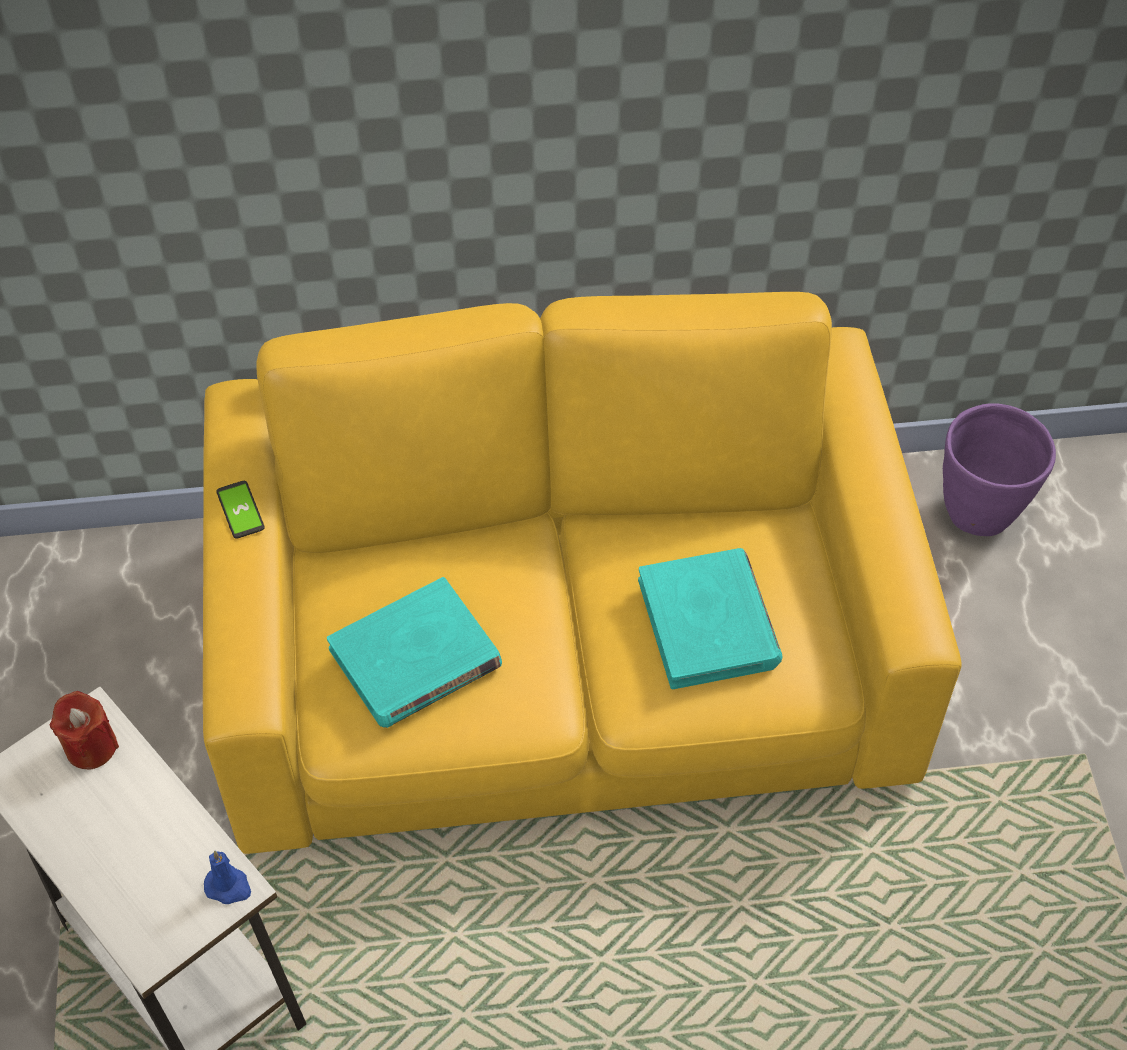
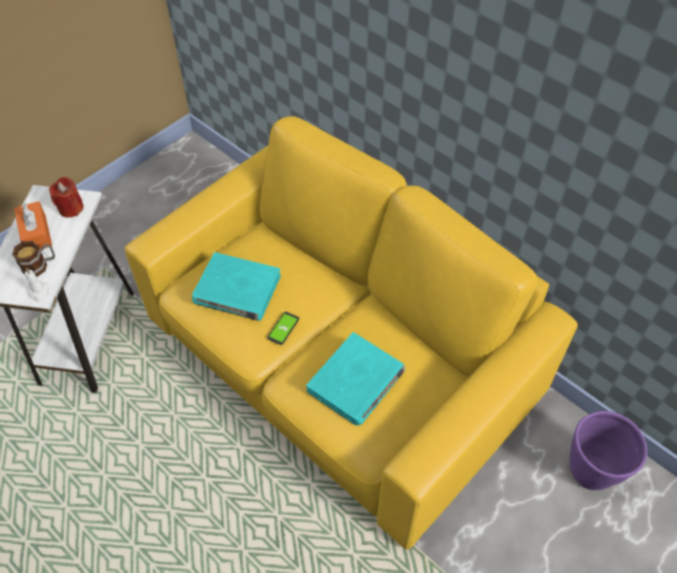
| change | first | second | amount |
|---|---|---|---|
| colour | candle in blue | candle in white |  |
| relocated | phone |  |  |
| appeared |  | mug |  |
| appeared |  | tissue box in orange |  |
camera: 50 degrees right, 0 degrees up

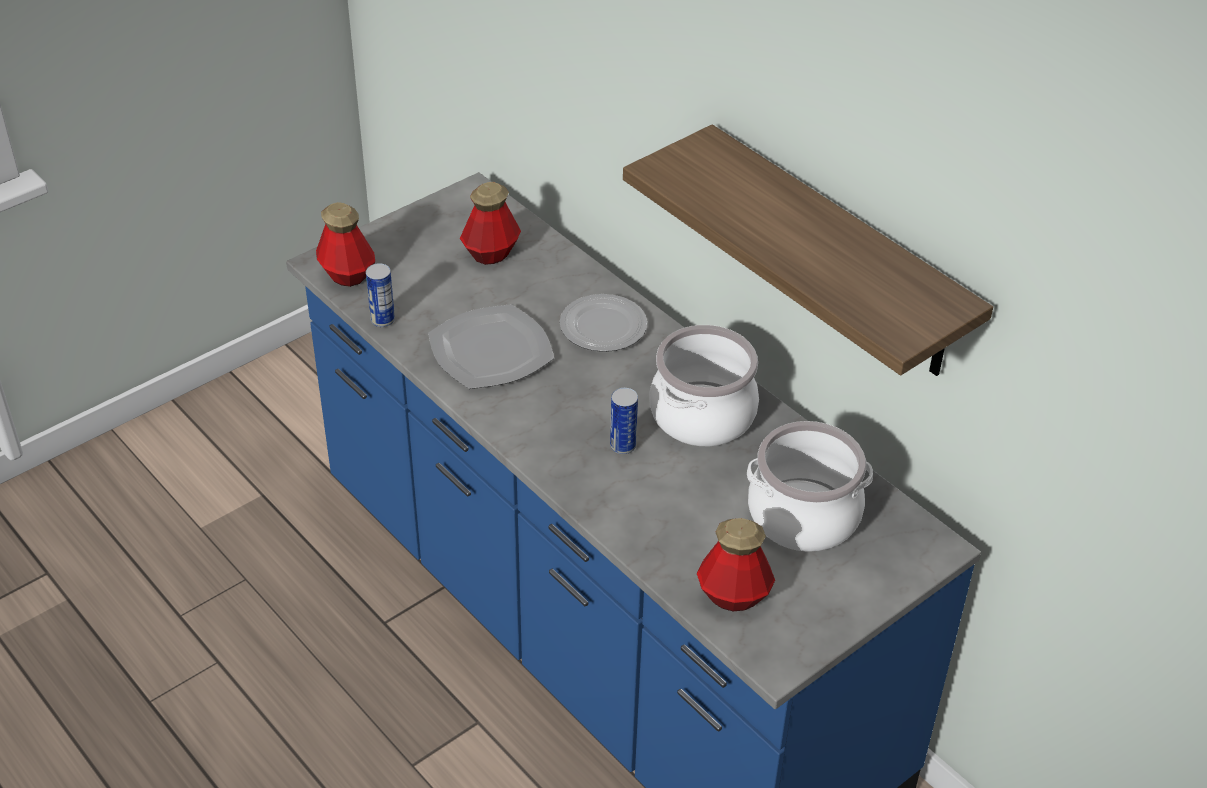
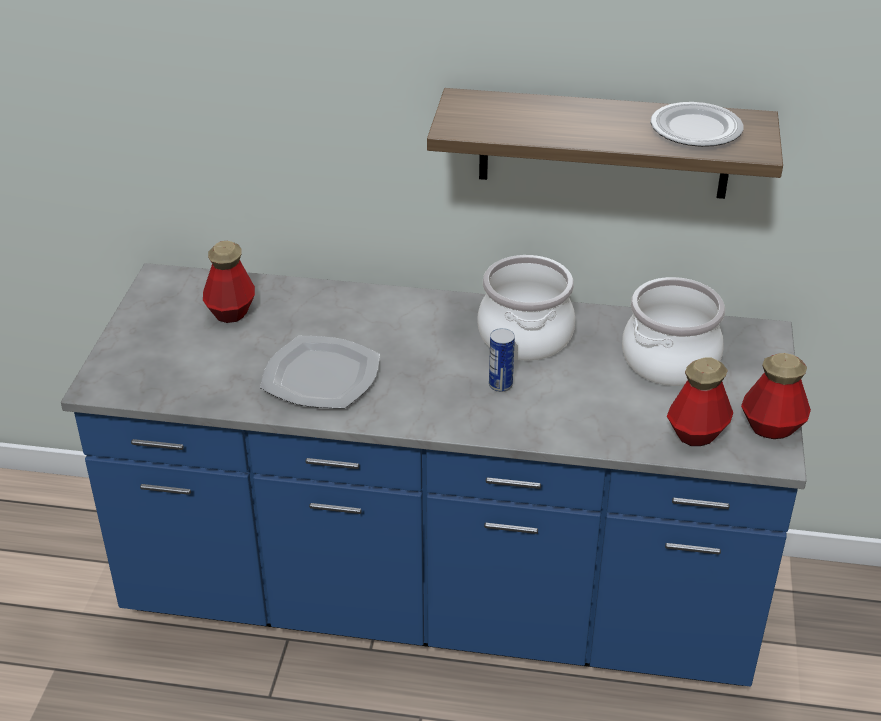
| change | first | second | amount |
|---|---|---|---|
| relocated | bottle (no. 1 from left in the first image) | bottle (no. 3 from left) |  |
| missing | can (no. 1 from left) |  |  |
| relocated | plate (no. 2 from left) |  |  |
camera: 40 degrees left, 5 degrees down

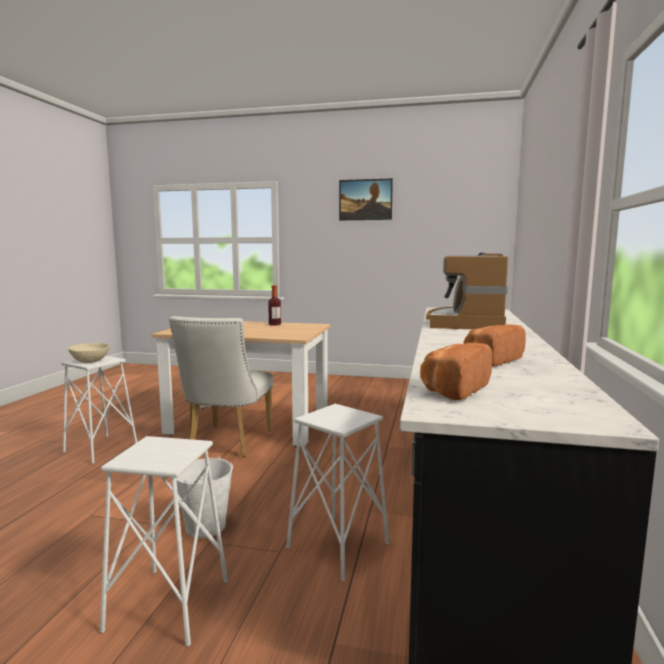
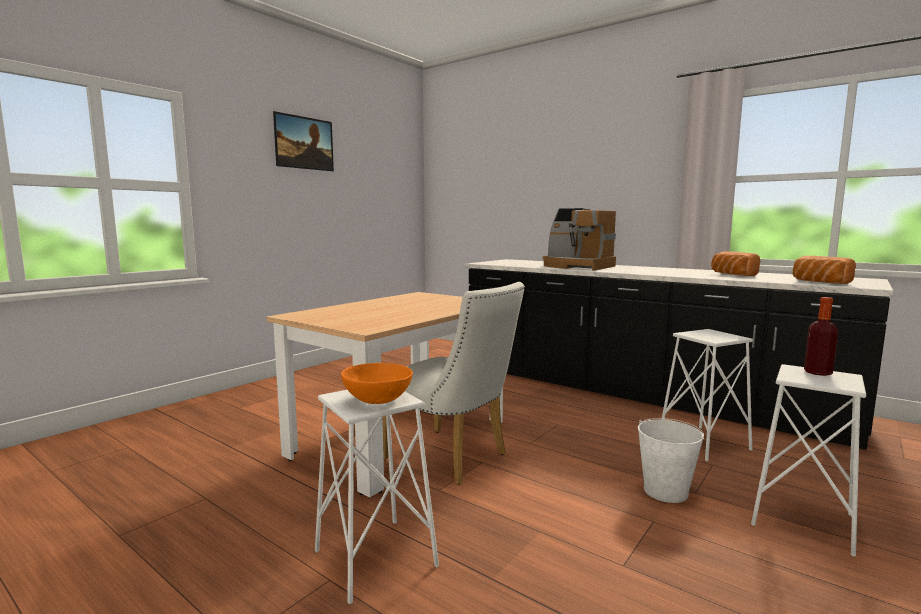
| change | first | second | amount |
|---|---|---|---|
| colour | bowl in beige | bowl in orange |  |
| relocated | bottle |  |  |
camera: 65 degrees left, 0 degrees up

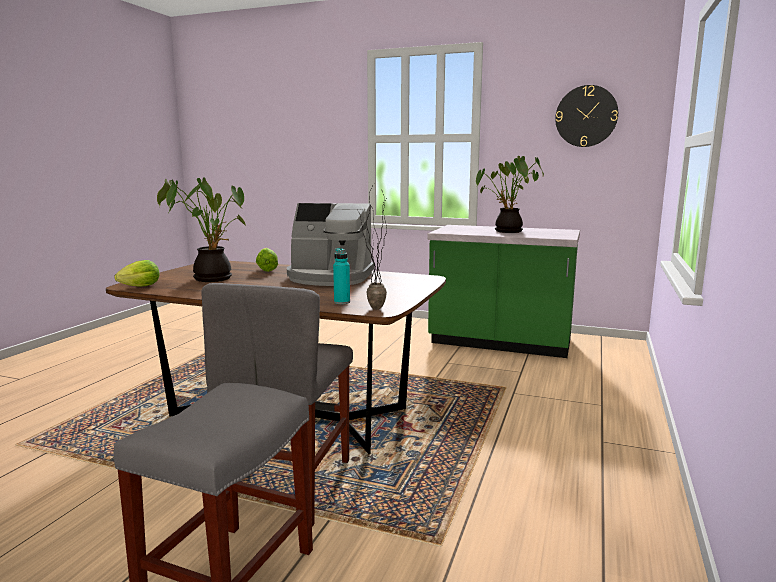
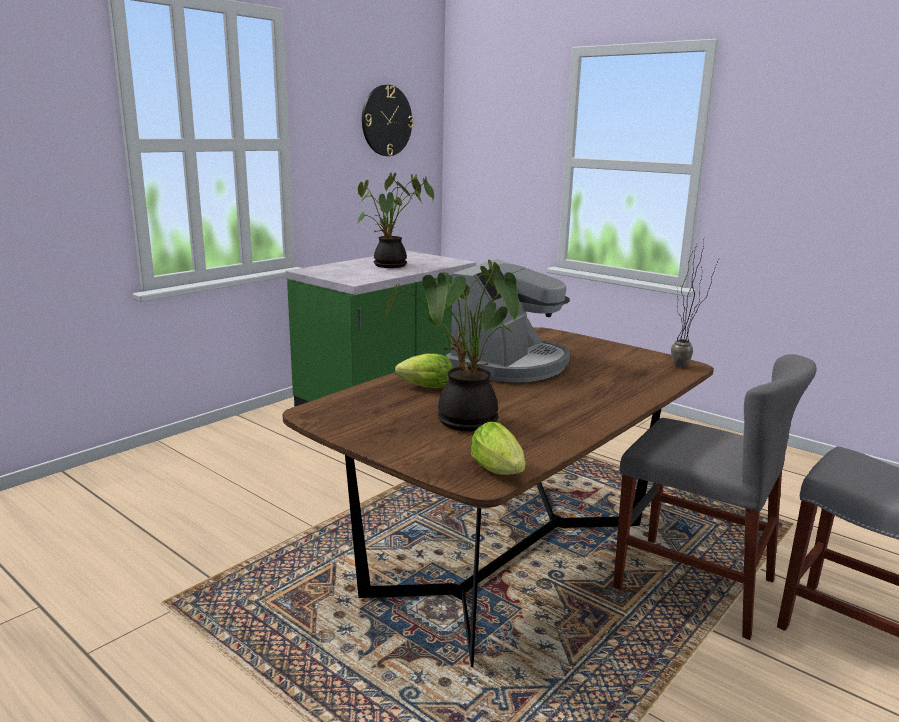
| change | first | second | amount |
|---|---|---|---|
| missing | bottle in turquoise |  |  |
camera: 70 degrees left, 5 degrees up

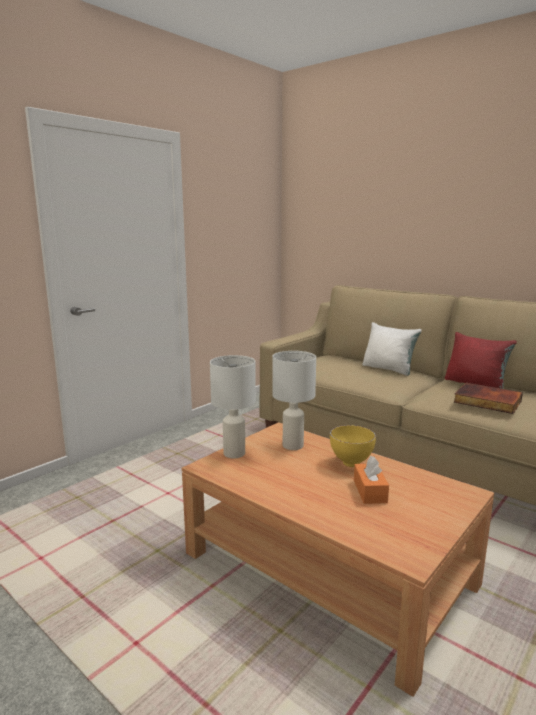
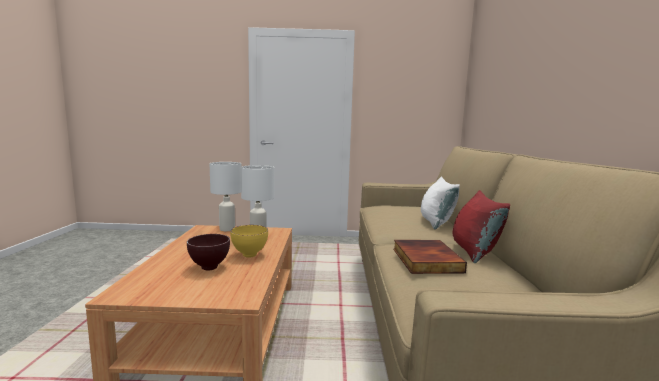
| change | first | second | amount |
|---|---|---|---|
| exchanged | tissue box in orange | bowl in brown |  |
camera: 50 degrees right, 5 degrees down

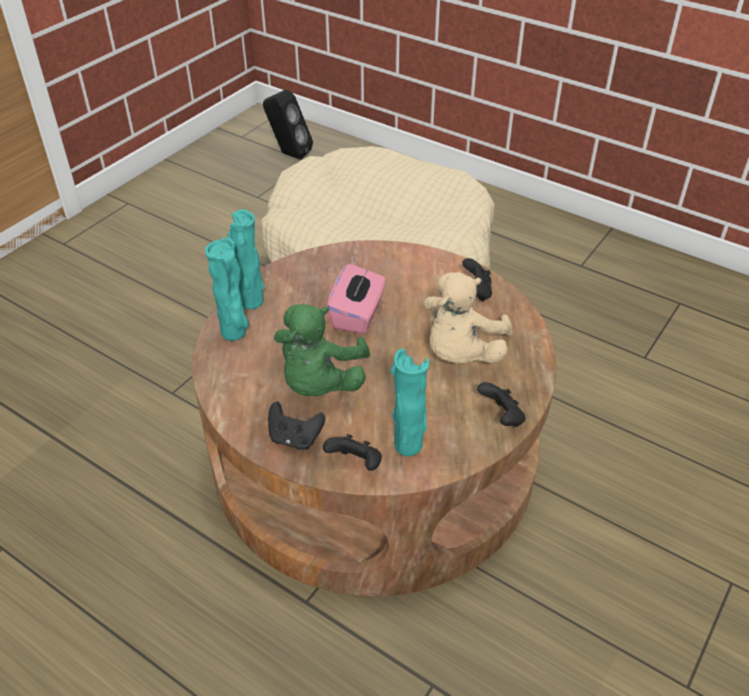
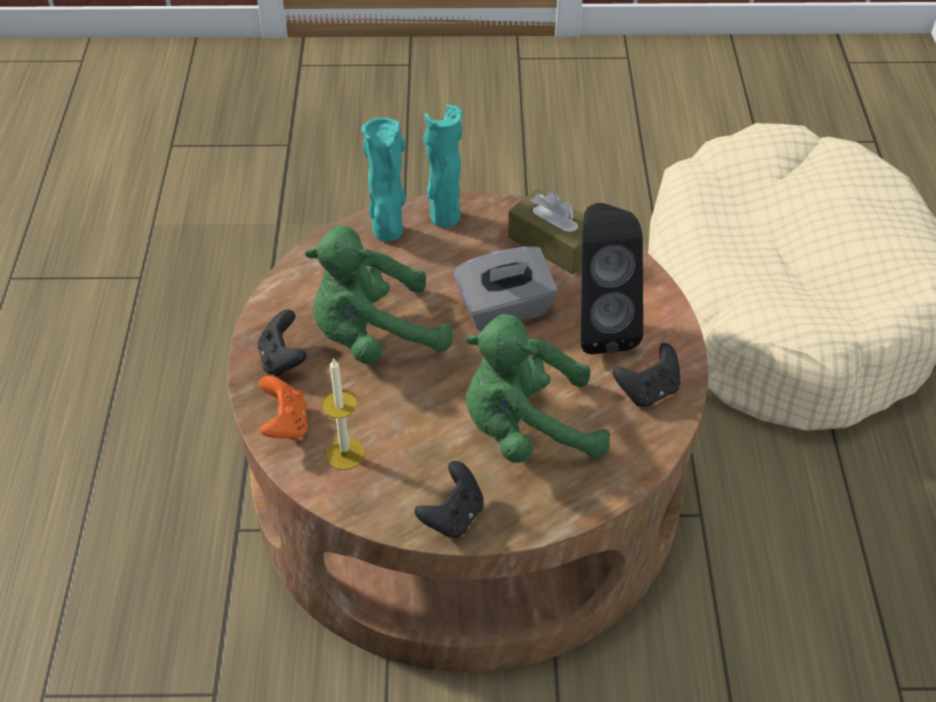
| change | first | second | amount |
|---|---|---|---|
| relocated | speaker in black |  |  |
| colour | game controller in black (no. 2 from left) | game controller in orange |  |
| colour | tissue box in pink | tissue box in grey |  |
| exchanged | vase in turquoise (no. 3 from left) | candle |  |
| colour | plush toy in beige | plush toy in green (no. 2 from left) |  |
| appeared |  | tissue box in brown |  |
camera: 55 degrees right, 5 degrees up

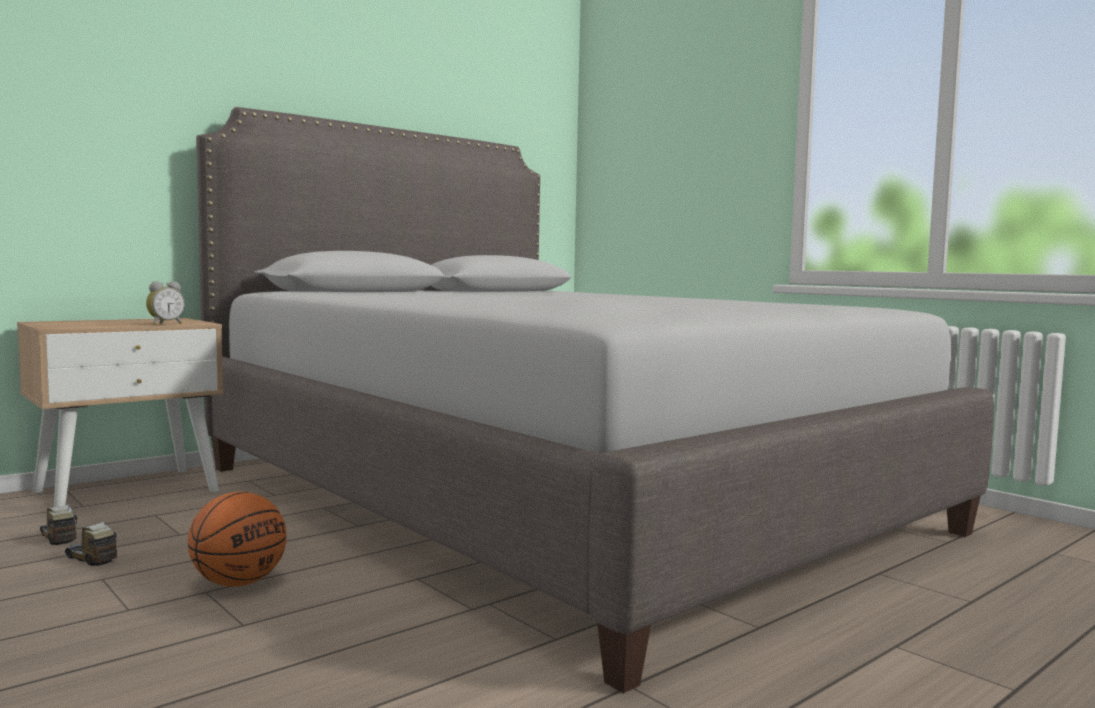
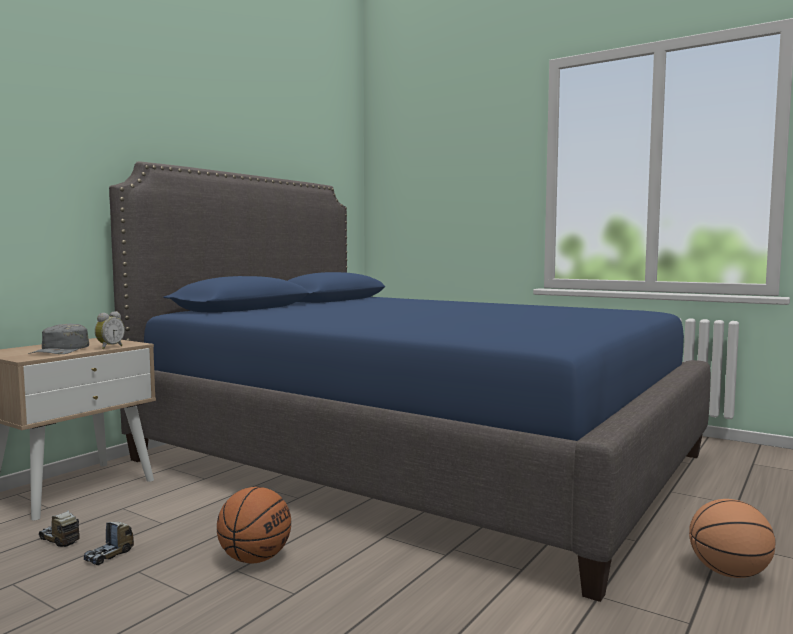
| change | first | second | amount |
|---|---|---|---|
| spun | toy truck (no. 2 from left) |  | 75 degrees counterclockwise |
| colour | bed in grey | bed in blue |  |
| appeared |  | cap in grey |  |
| appeared |  | basketball (no. 2 from left) |  |
camera: 15 degrees left, 0 degrees up

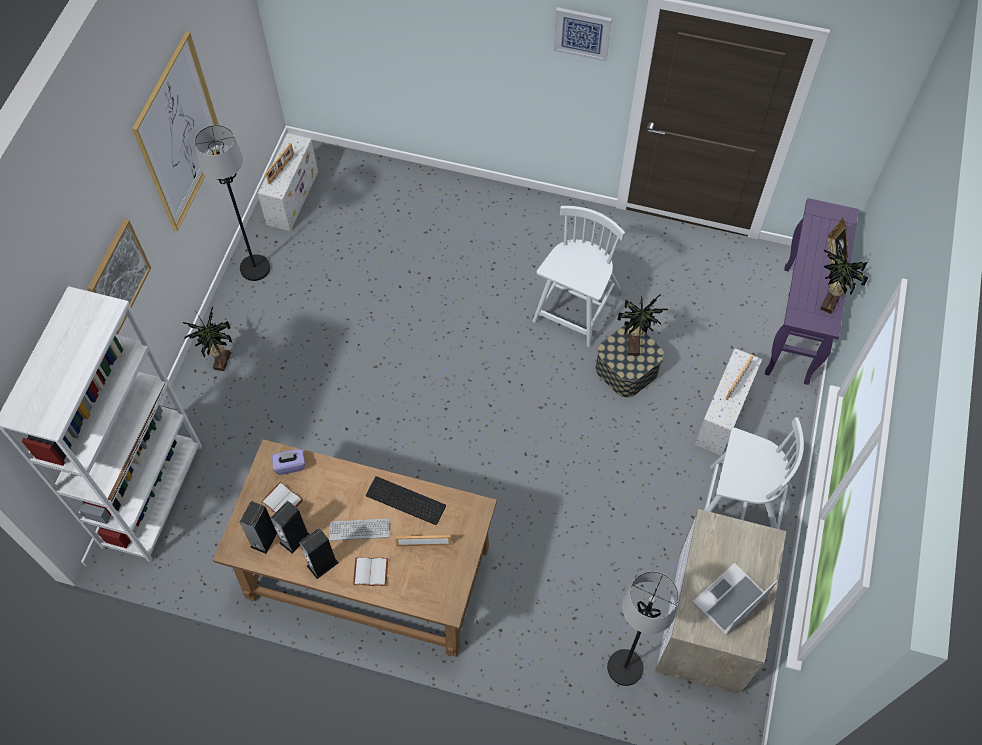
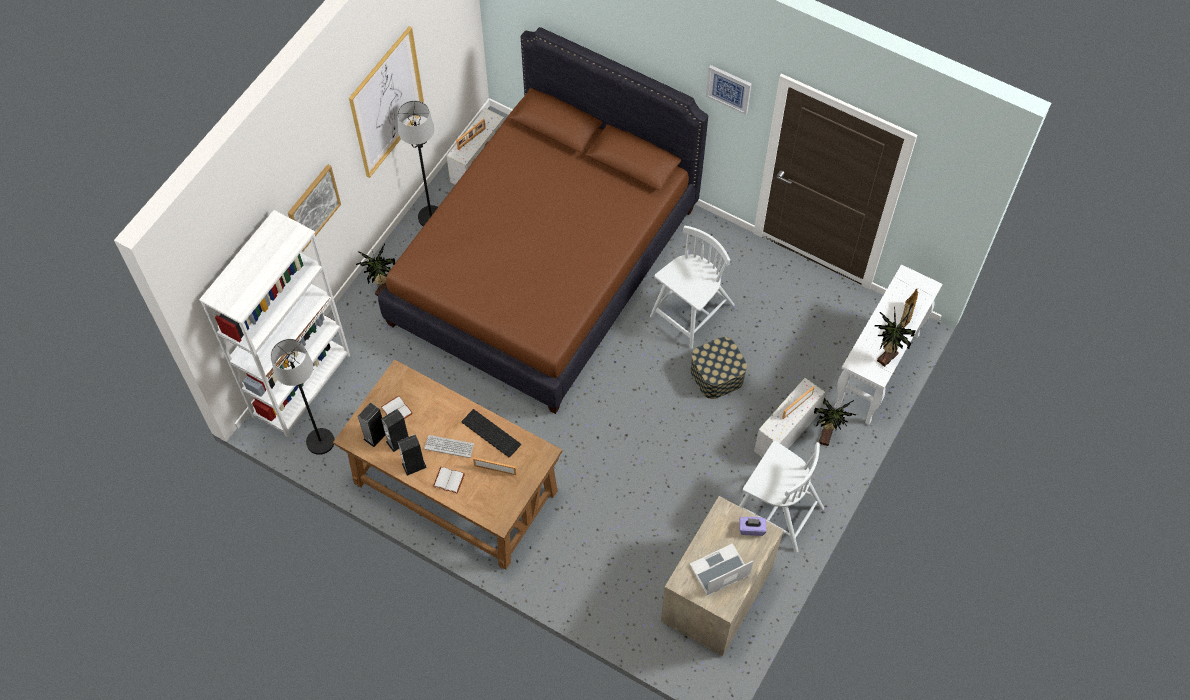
| change | first | second | amount |
|---|---|---|---|
| relocated | tissue box in purple |  |  |
| relocated | floor lamp in black (no. 2 from left in the first image) | floor lamp in black (no. 1 from left) |  |
| relocated | potted plant (no. 2 from left) |  |  |
| colour | console table in purple | console table in white |  |
| appeared |  | bed in brown |  |
camera: 15 degrees right, 0 degrees up

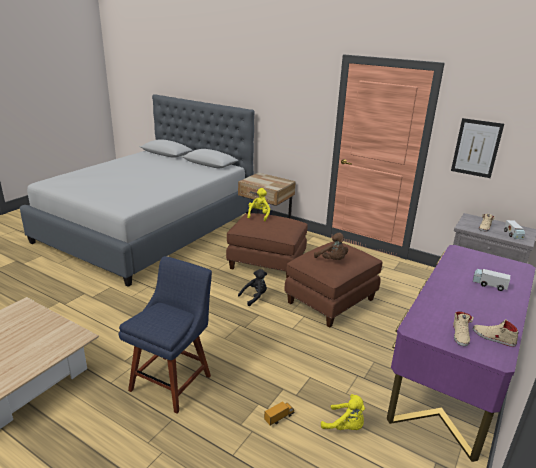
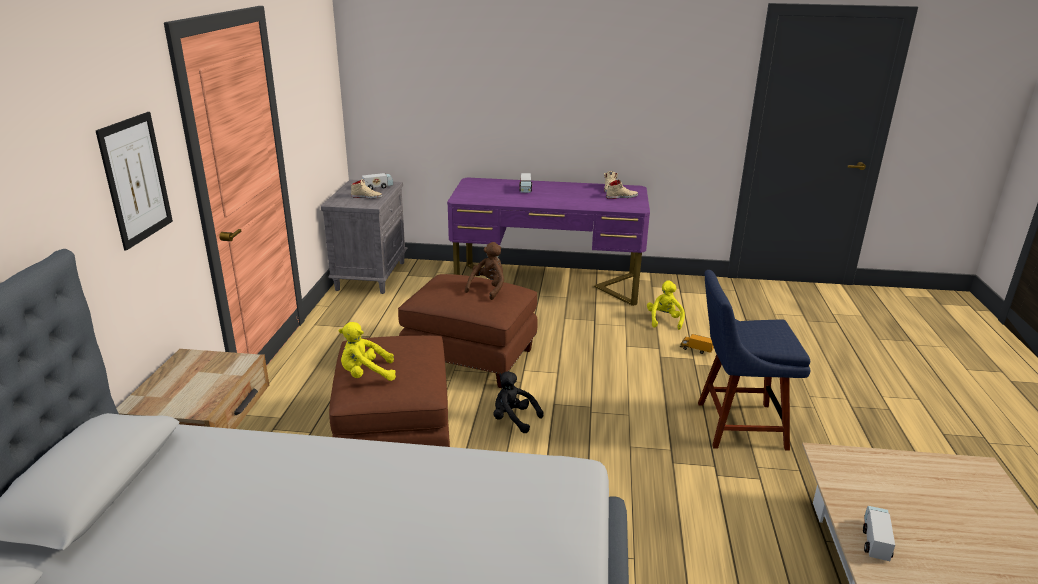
| change | first | second | amount |
|---|---|---|---|
| relocated | picture |  |  |
| appeared |  | toy truck (no. 4 from left) |  |
camera: 115 degrees left, 0 degrees up

